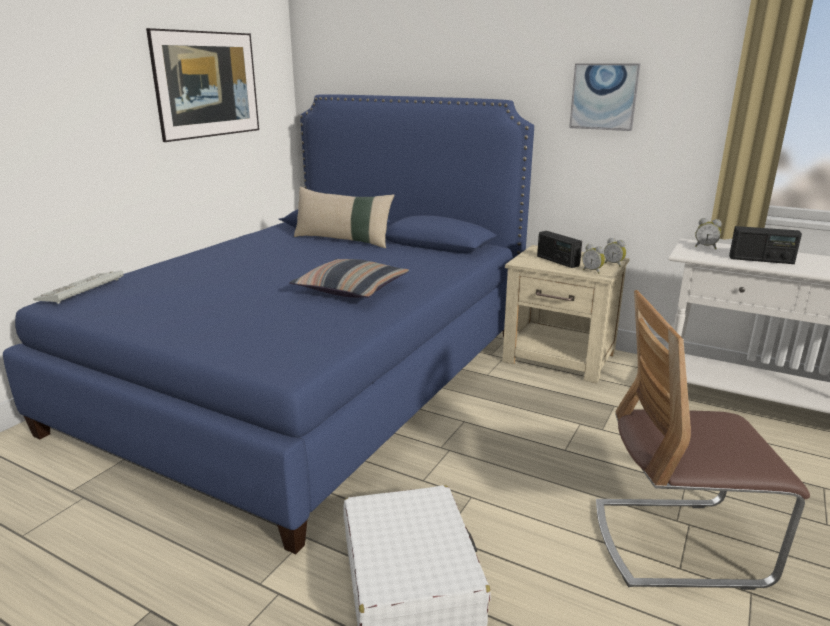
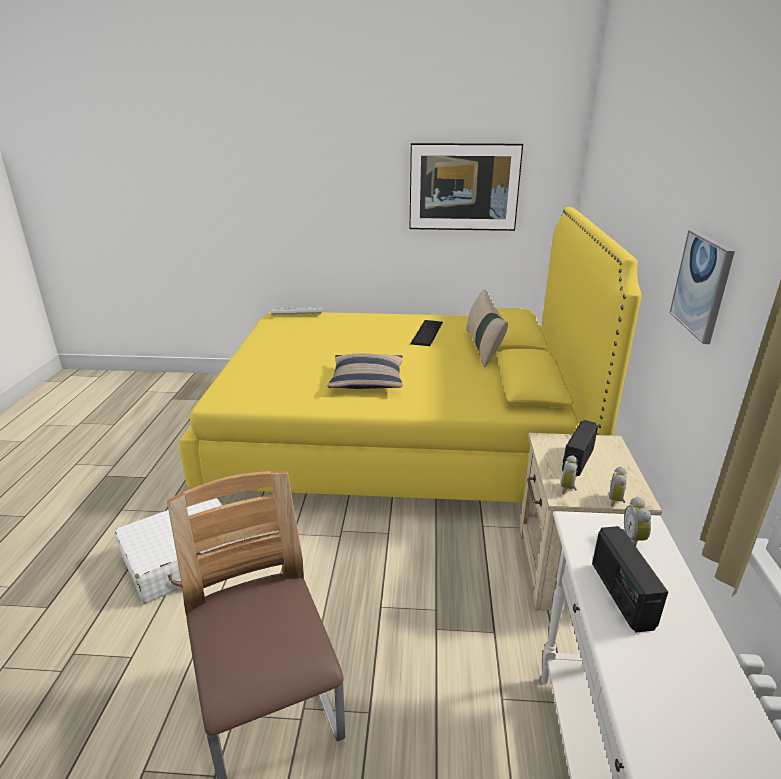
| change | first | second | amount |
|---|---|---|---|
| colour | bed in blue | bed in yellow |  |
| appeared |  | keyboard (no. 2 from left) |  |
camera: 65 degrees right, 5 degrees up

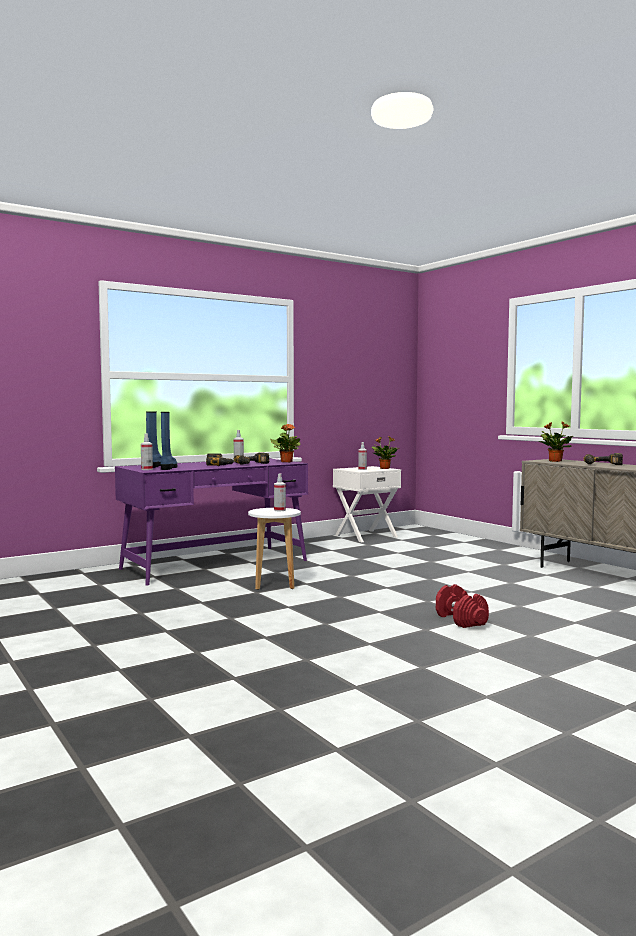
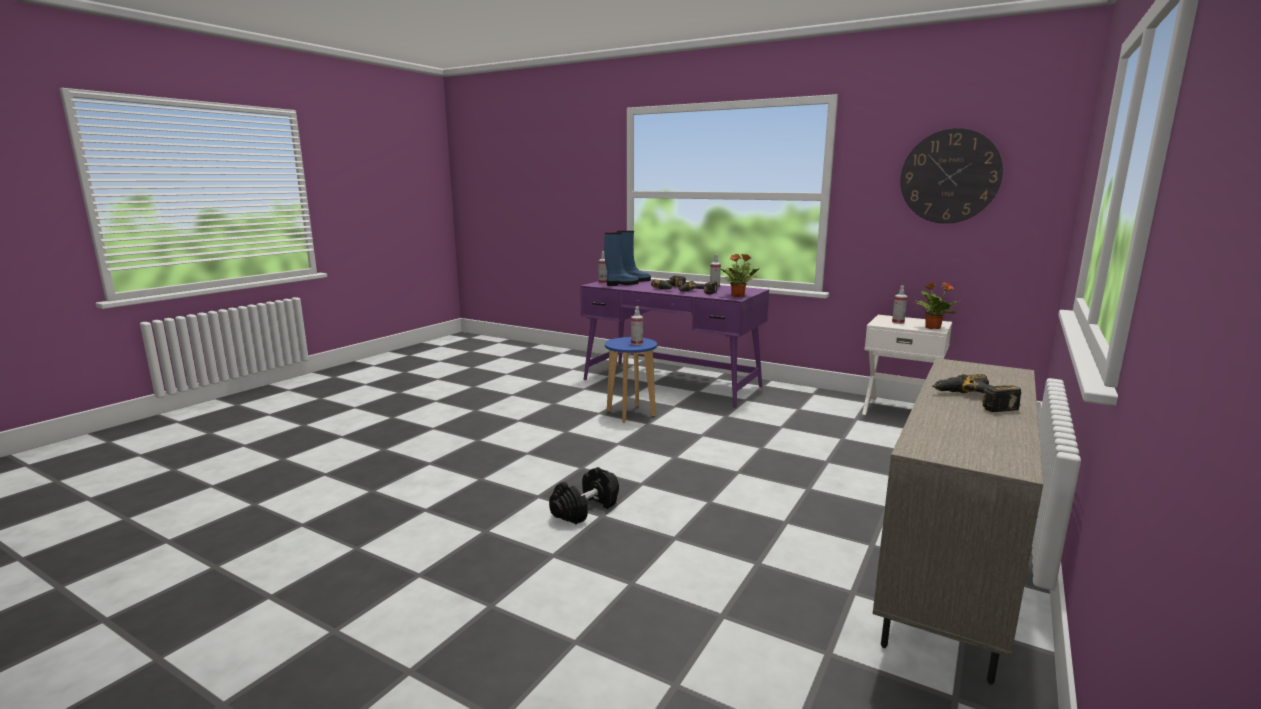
| change | first | second | amount |
|---|---|---|---|
| colour | stool in white | stool in blue |  |
| colour | dumbbell in red | dumbbell in black |  |
| missing | potted plant (no. 3 from left) |  |  |
| appeared |  | wall clock |  |
camera: 65 degrees right, 10 degrees up

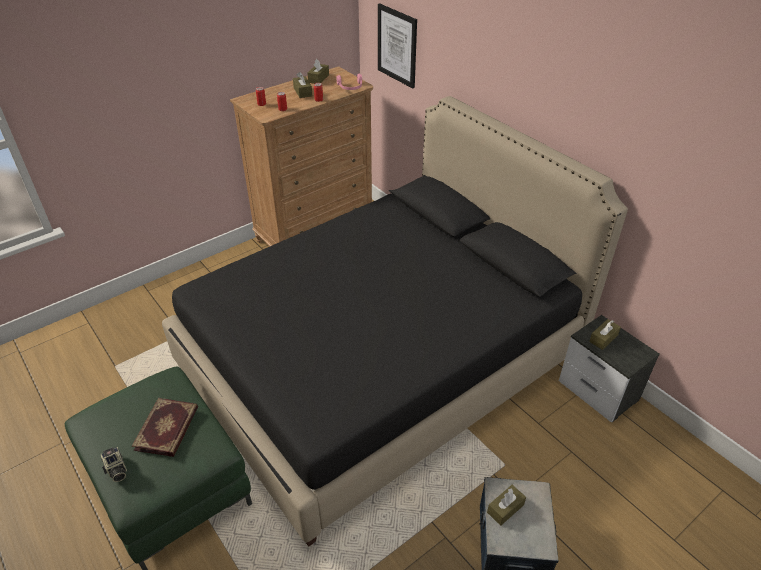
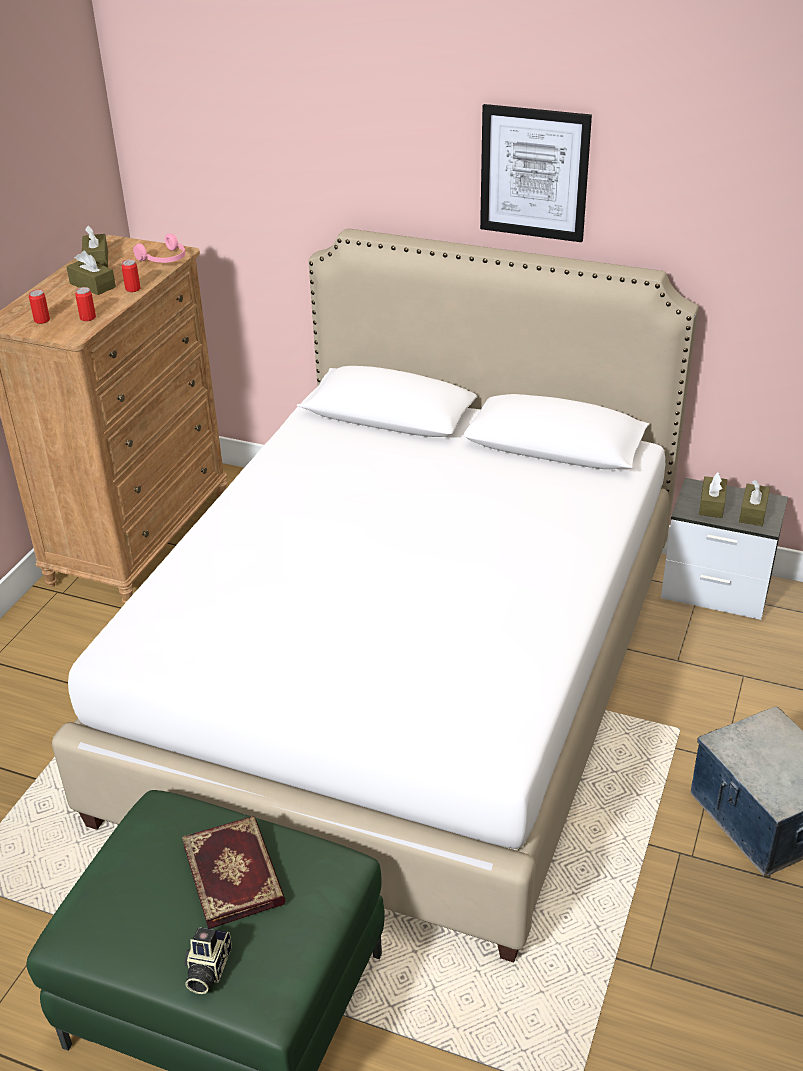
| change | first | second | amount |
|---|---|---|---|
| spun | photo camera |  | 75 degrees clockwise |
| colour | bed in black | bed in white |  |
| relocated | picture |  |  |
| relocated | tissue box in brown (no. 3 from left in the first image) | tissue box in brown (no. 4 from left) |  |
camera: 30 degrees left, 5 degrees down

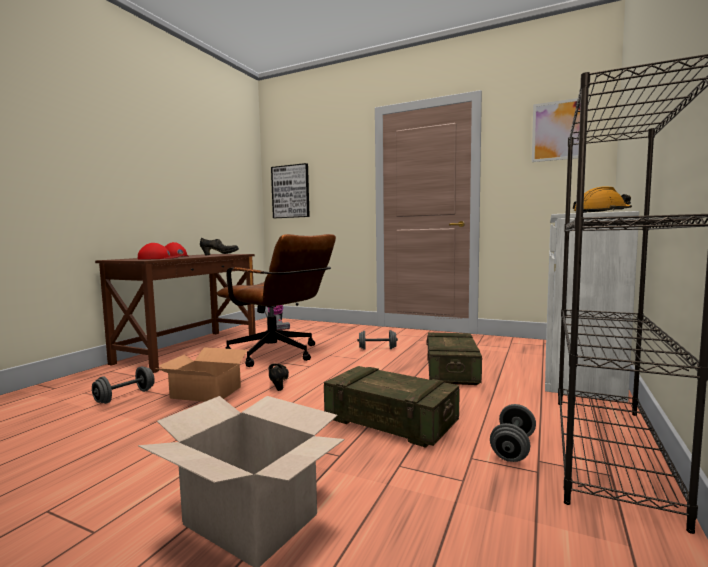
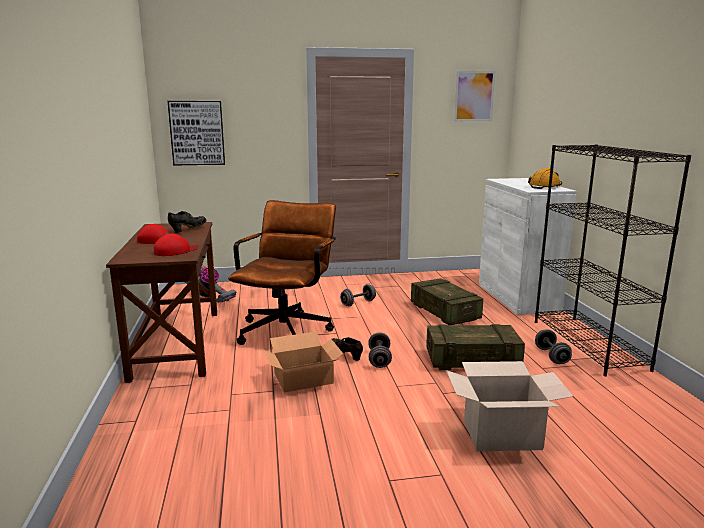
| change | first | second | amount |
|---|---|---|---|
| relocated | dumbbell in grey (no. 1 from left in the first image) | dumbbell in grey (no. 2 from left) |  |
| spun | office chair in brown |  | 75 degrees counterclockwise |
camera: 35 degrees left, 10 degrees up

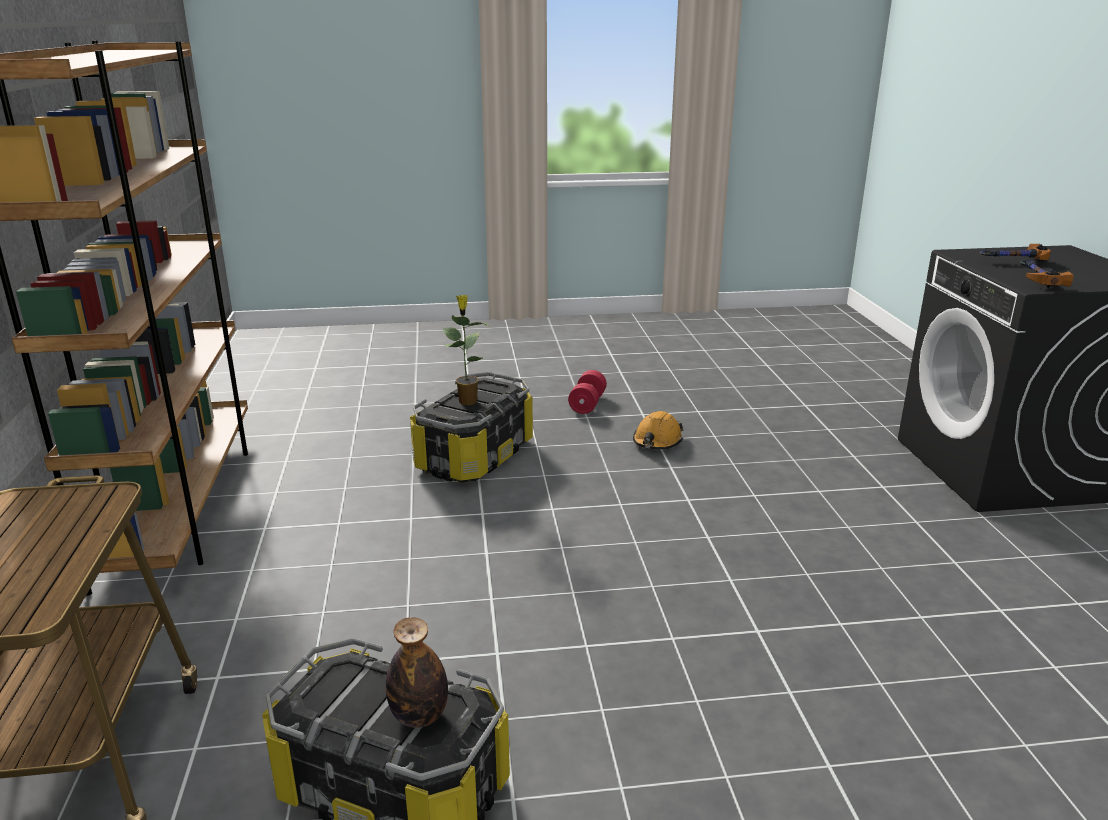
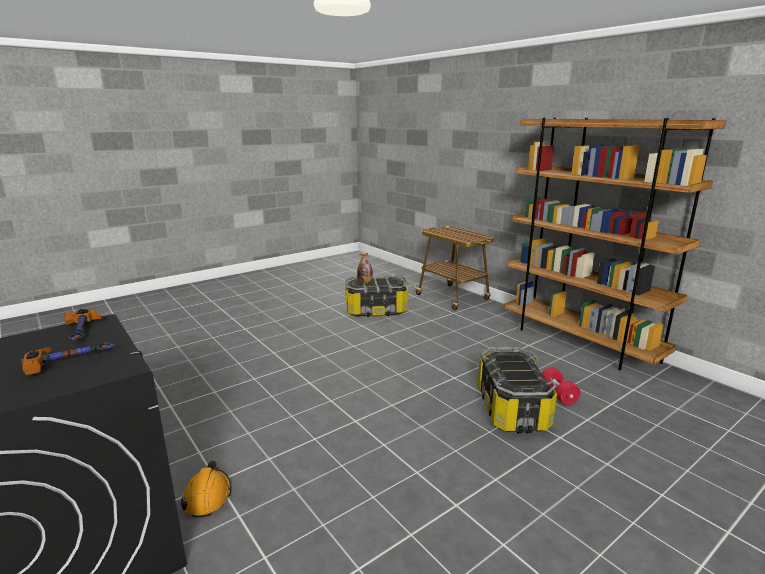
| change | first | second | amount |
|---|---|---|---|
| missing | potted plant |  |  |
| relocated | dumbbell in red |  |  |
| relocated | hard hat in orange |  |  |
camera: 150 degrees right, 5 degrees down

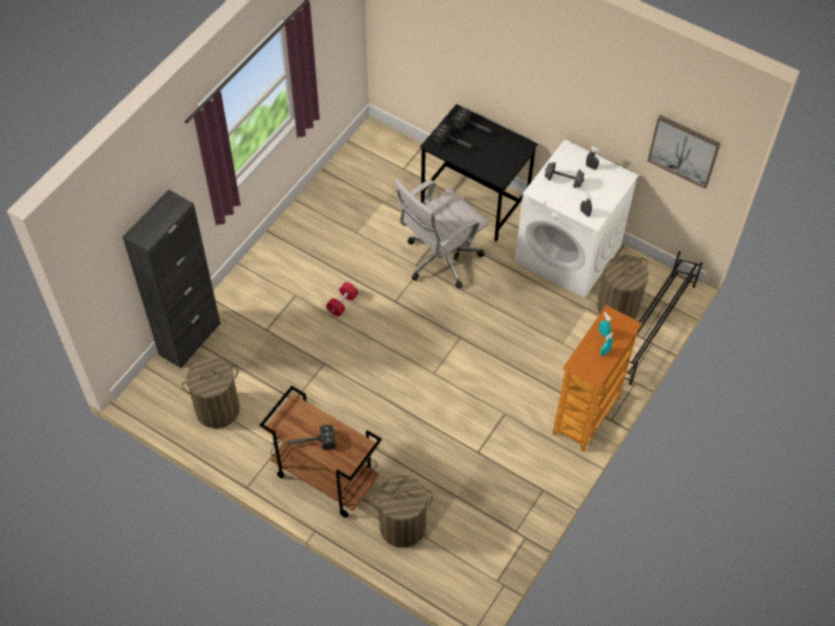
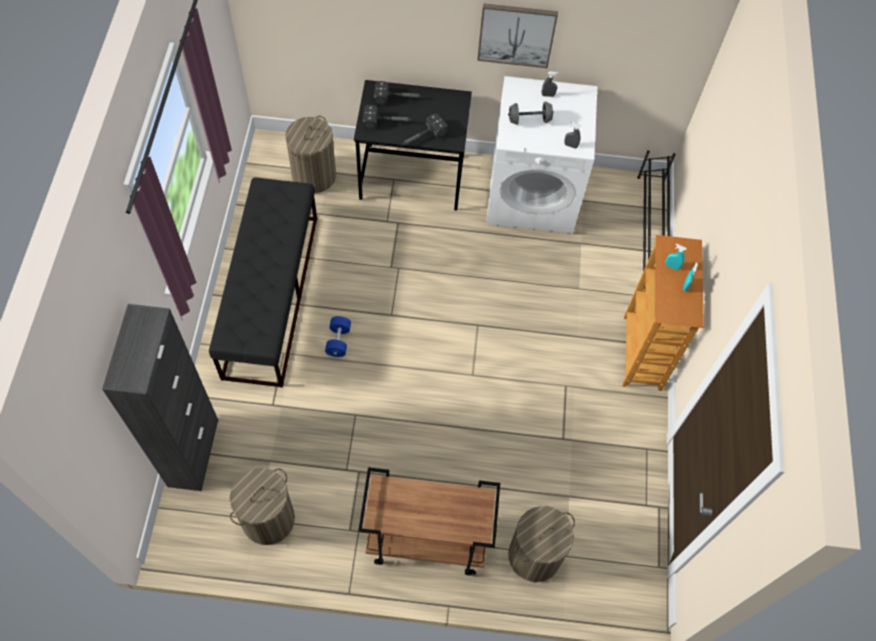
| change | first | second | amount |
|---|---|---|---|
| relocated | hammer (no. 1 from left in the first image) | hammer (no. 3 from left) |  |
| colour | dumbbell in red | dumbbell in blue |  |
| missing | office chair in white |  |  |
| relocated | laundry basket (no. 3 from left in the first image) | laundry basket (no. 2 from left) |  |
| relocated | picture |  |  |
| appeared |  | bench in black |  |
camera: 30 degrees left, 5 degrees up

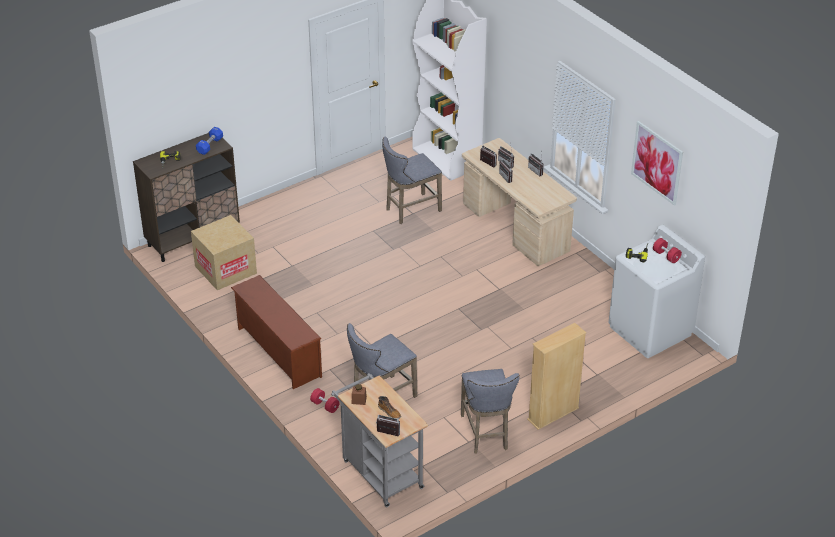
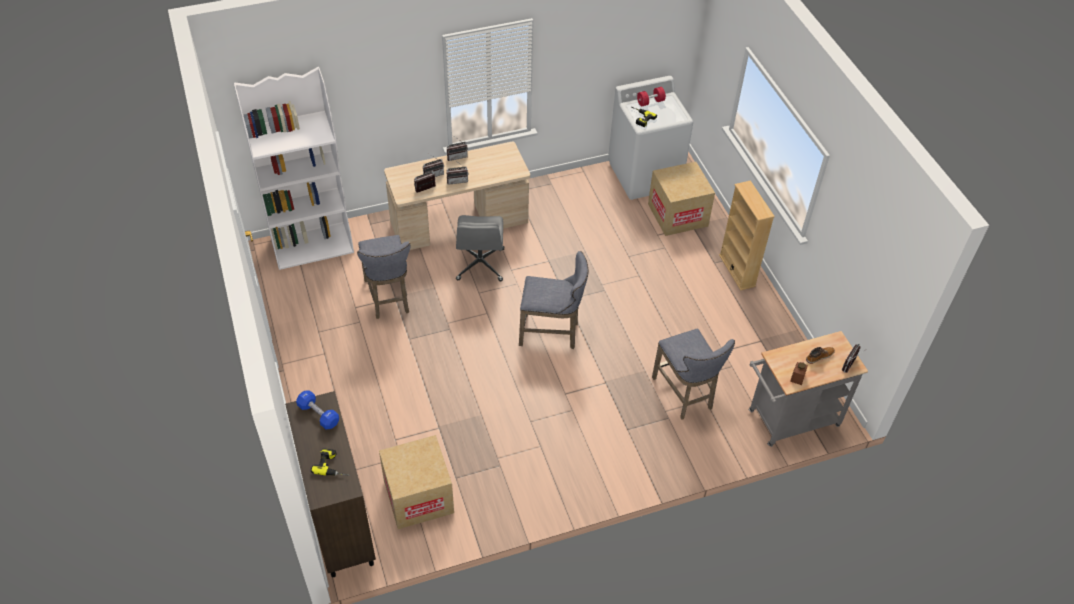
| change | first | second | amount |
|---|---|---|---|
| missing | shoe rack in brown |  |  |
| missing | dumbbell in red (no. 1 from left) |  |  |
| relocated | stool in grey (no. 3 from left in the first image) | stool in grey (no. 2 from left) |  |
| missing | picture |  |  |
| appeared |  | office chair in grey |  |
| appeared |  | cardboard box (no. 2 from left) |  |
camera: 75 degrees left, 10 degrees up

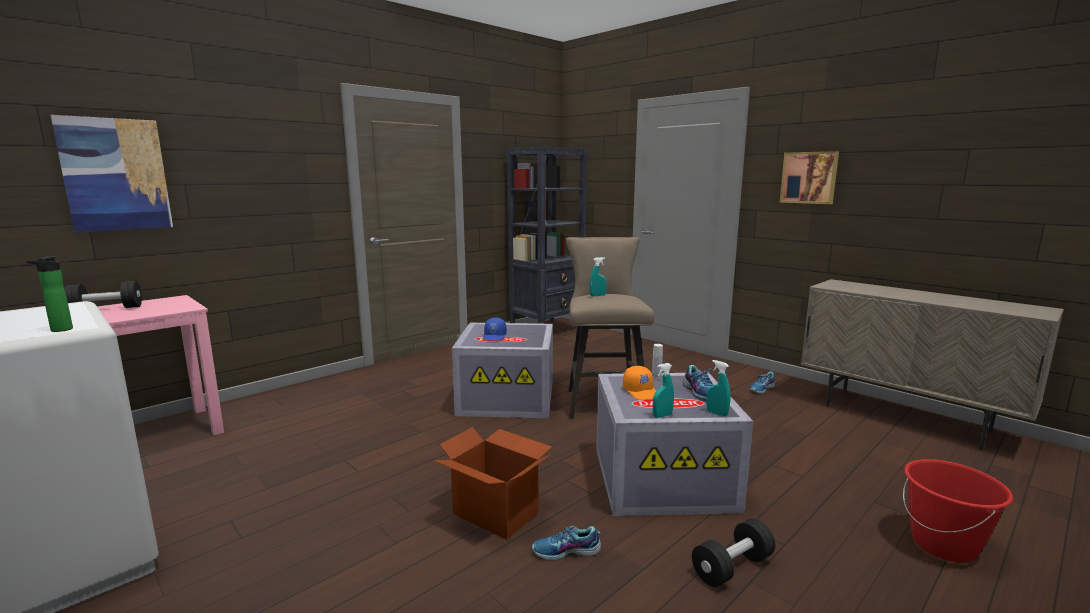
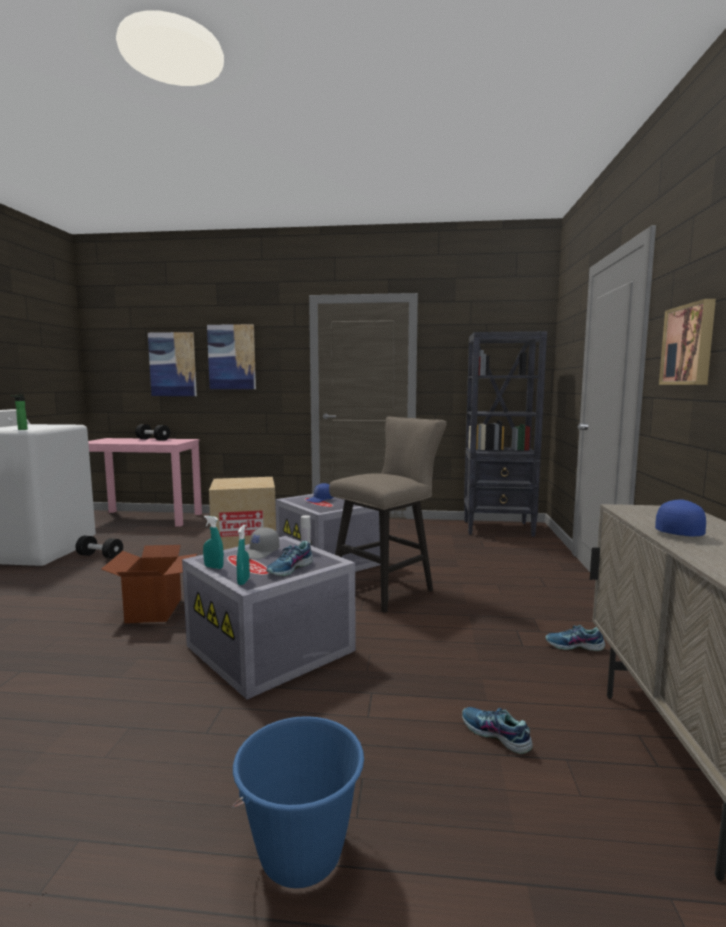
| change | first | second | amount |
|---|---|---|---|
| relocated | shoe (no. 1 from left in the first image) | shoe (no. 2 from left) |  |
| missing | spray bottle in turquoise (no. 1 from left) |  |  |
| colour | cap in orange | cap in grey |  |
| relocated | dumbbell in black (no. 2 from left in the first image) | dumbbell in black (no. 1 from left) |  |
| colour | bucket in red | bucket in blue |  |
| appeared |  | picture (no. 2 from left) |  |
| appeared |  | cardboard box (no. 2 from left) |  |
| appeared |  | cap in blue (no. 2 from left) |  |
camera: 50 degrees right, 5 degrees down

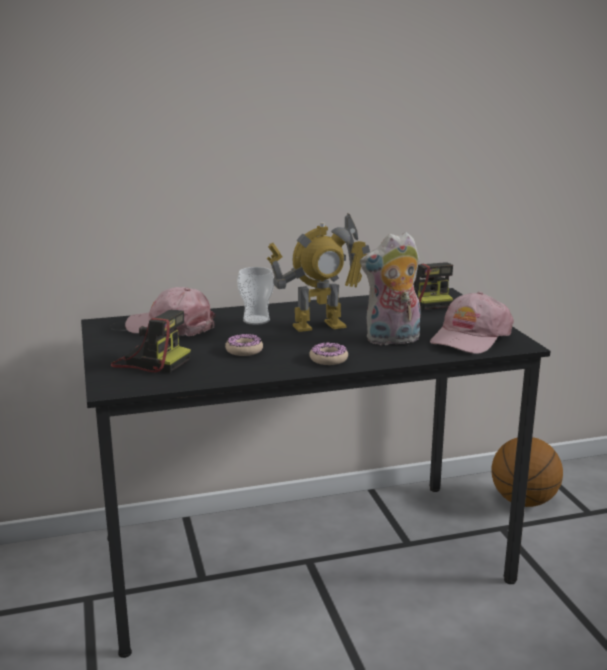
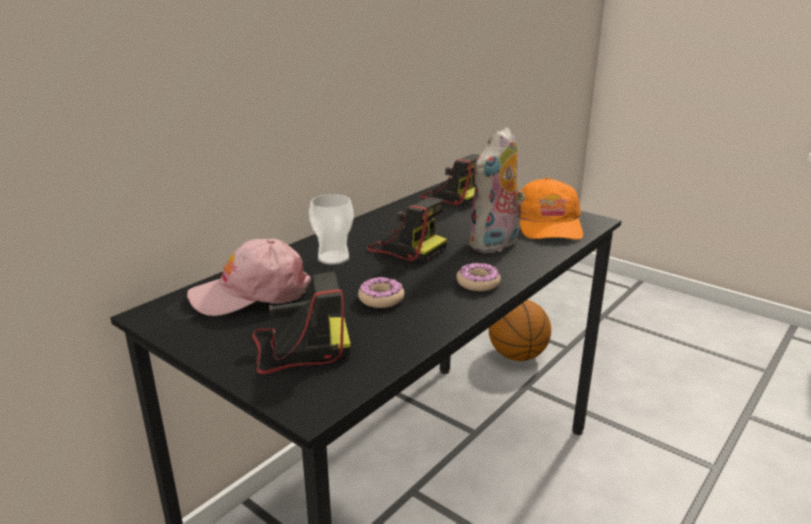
| change | first | second | amount |
|---|---|---|---|
| exchanged | toy robot | photo camera (no. 2 from left) |  |
| colour | cap in pink (no. 2 from left) | cap in orange |  |
camera: 35 degrees left, 5 degrees up

